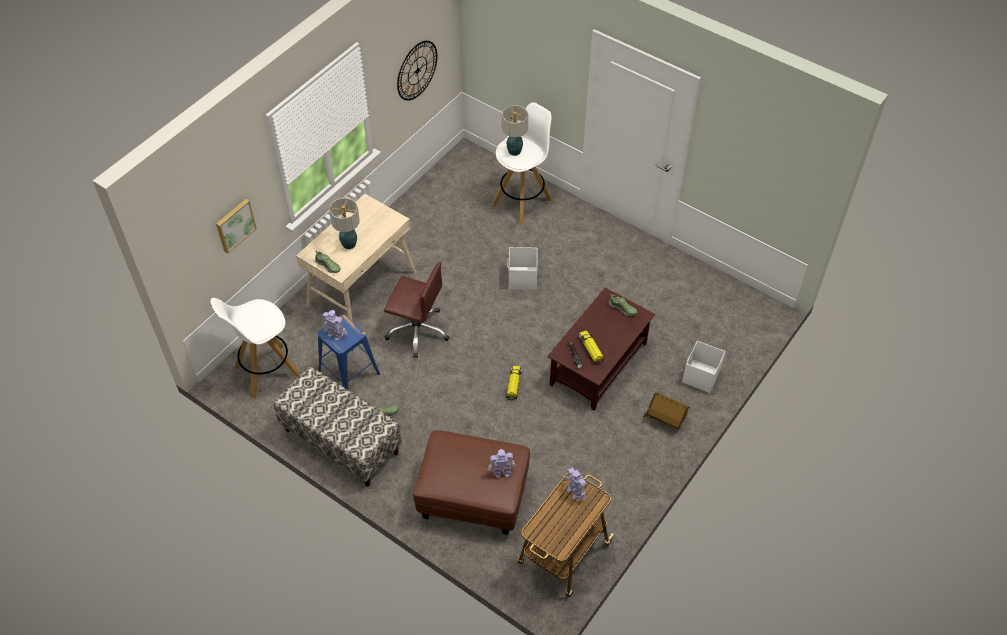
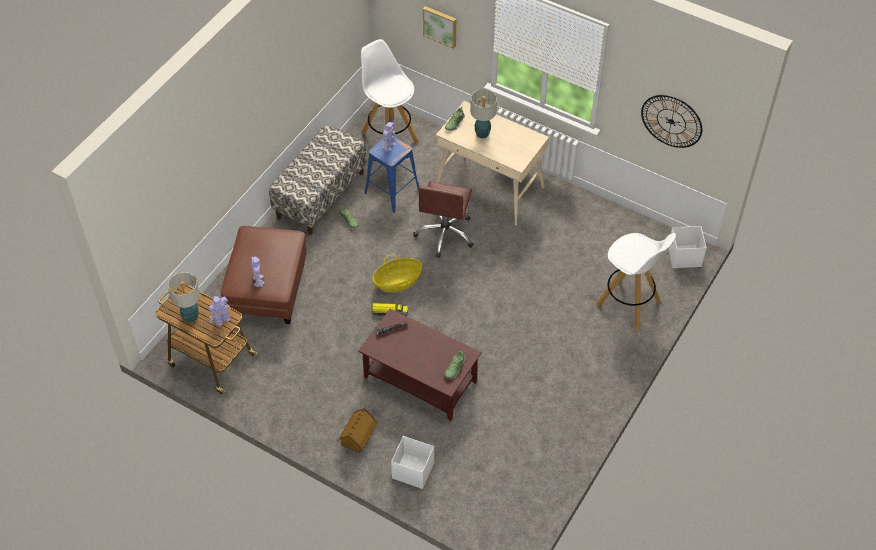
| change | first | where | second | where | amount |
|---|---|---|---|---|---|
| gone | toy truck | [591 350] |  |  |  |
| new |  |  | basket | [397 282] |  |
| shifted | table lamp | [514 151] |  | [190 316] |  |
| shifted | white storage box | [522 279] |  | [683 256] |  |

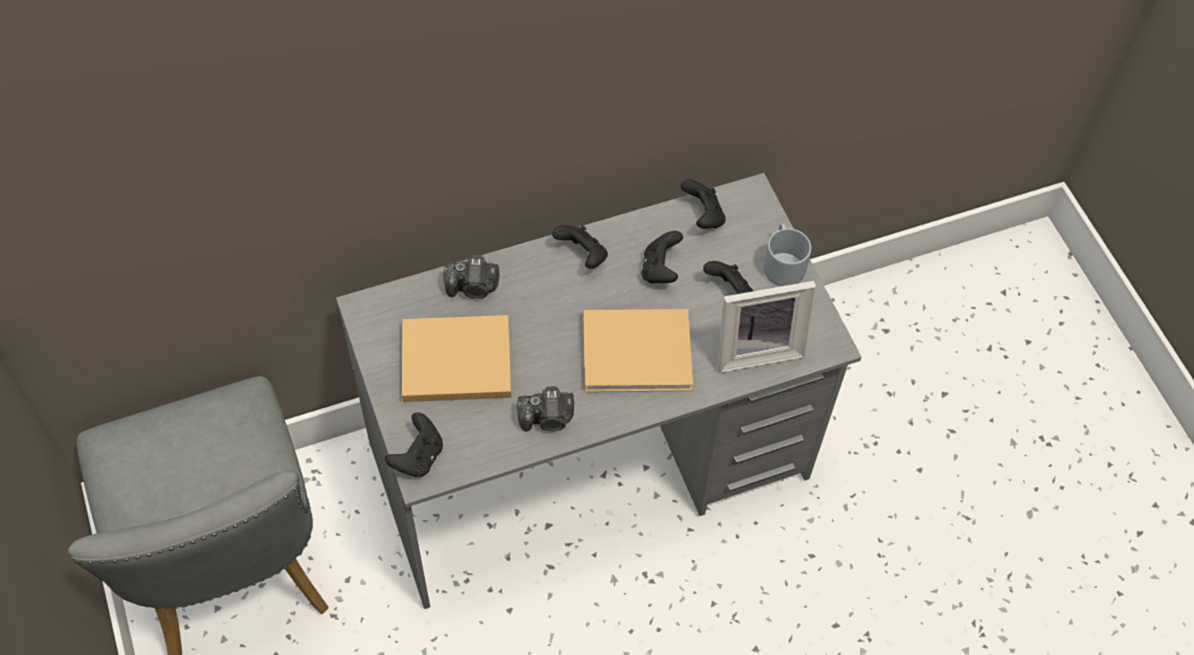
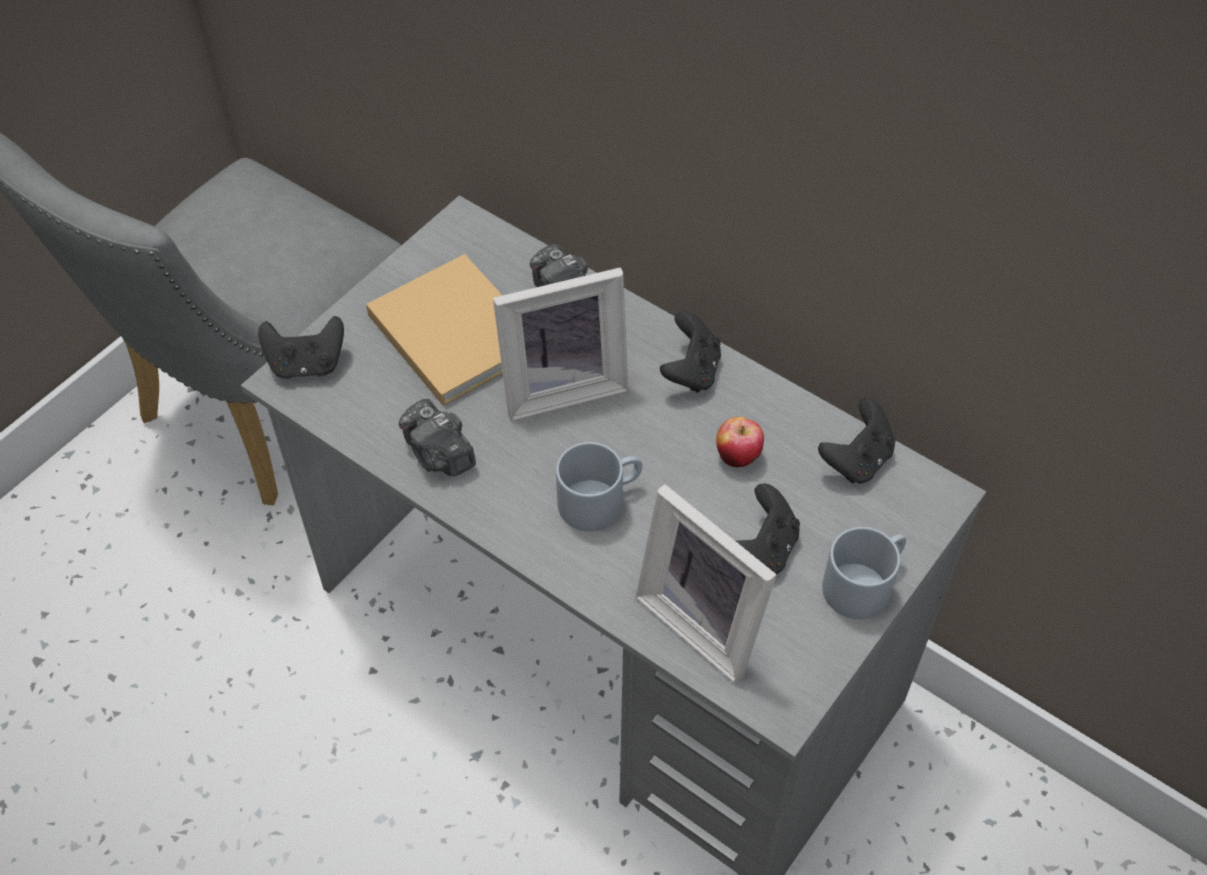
| change | first | where | second | where | amount |
|---|---|---|---|---|---|
| new |  |  | picture frame | [562 385] |  |
| swapped | beige book | [640 353] | grey mug | [600 499] |  |
| swapped | black game controller | [660 269] | apple | [738 457] |  |

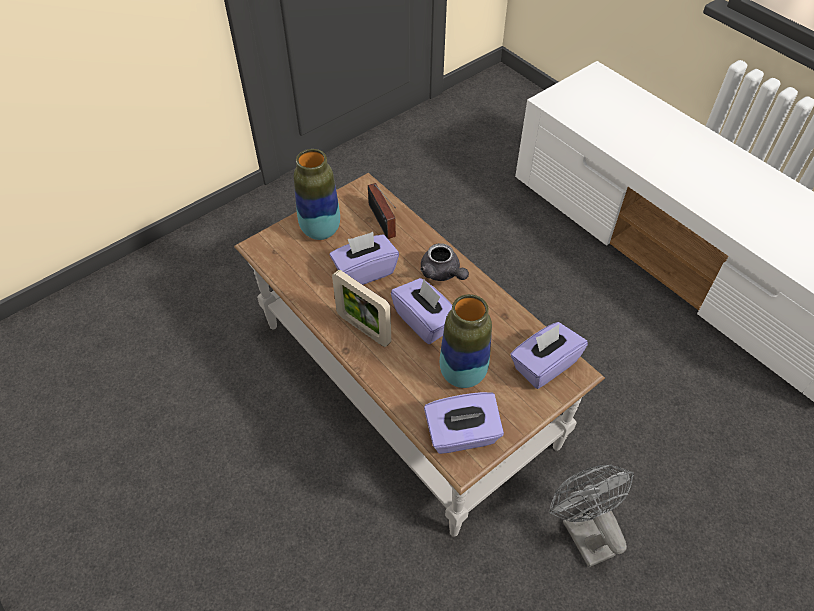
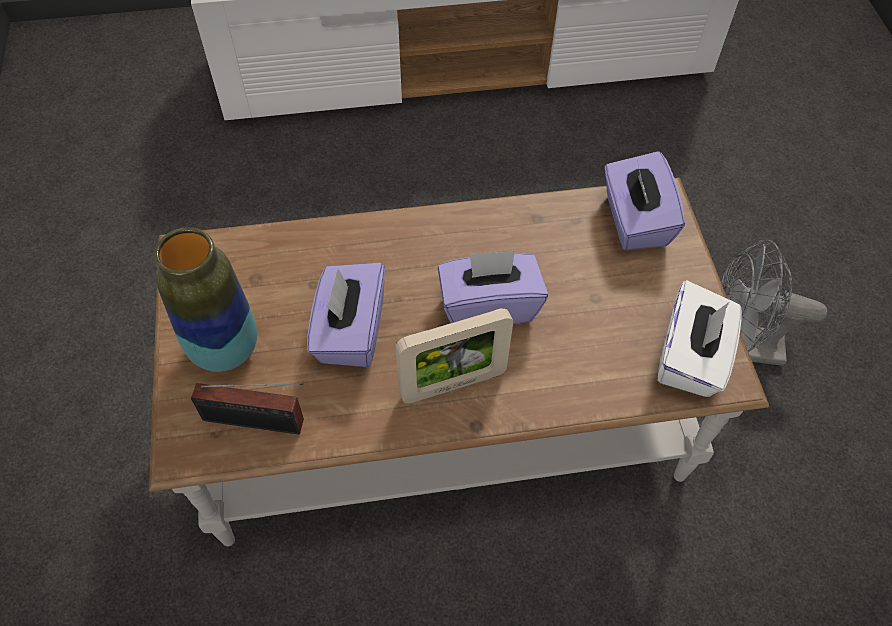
| change | first | where | second | where | amount |
|---|---|---|---|---|---|
| gone | grey teapot | [442 273] |  |  |  |
| gone | vase | [462 374] |  |  |  |
| shifted | radio | [382 222] |  | [259 422] |  |
| repainted | purple tissue box | [462 435] | white tissue box | [691 358] |  |

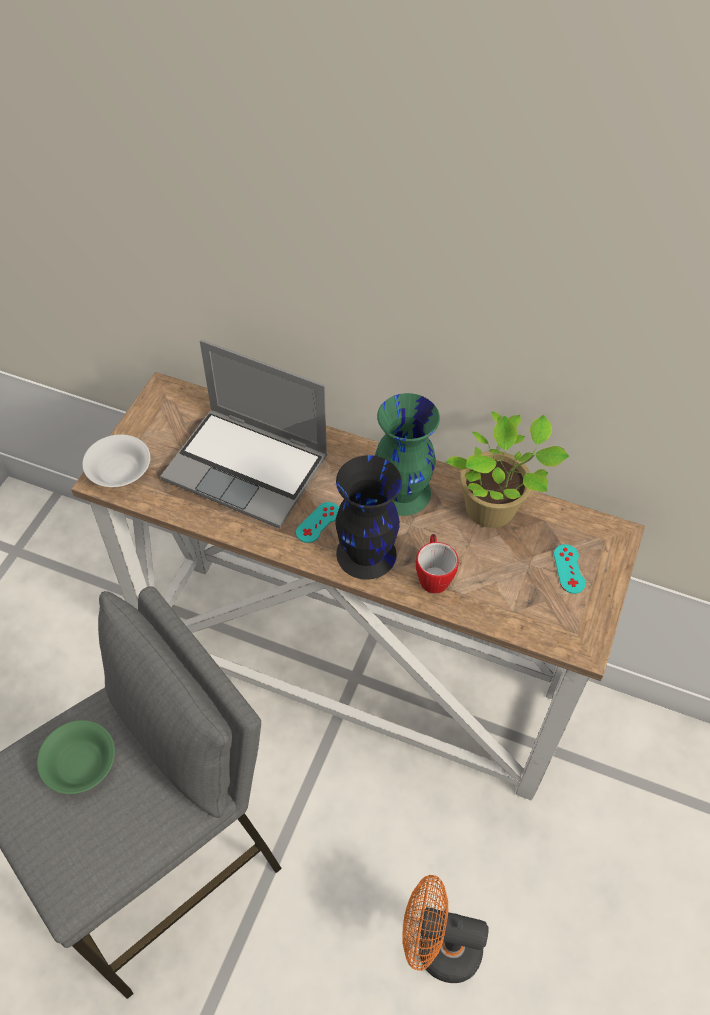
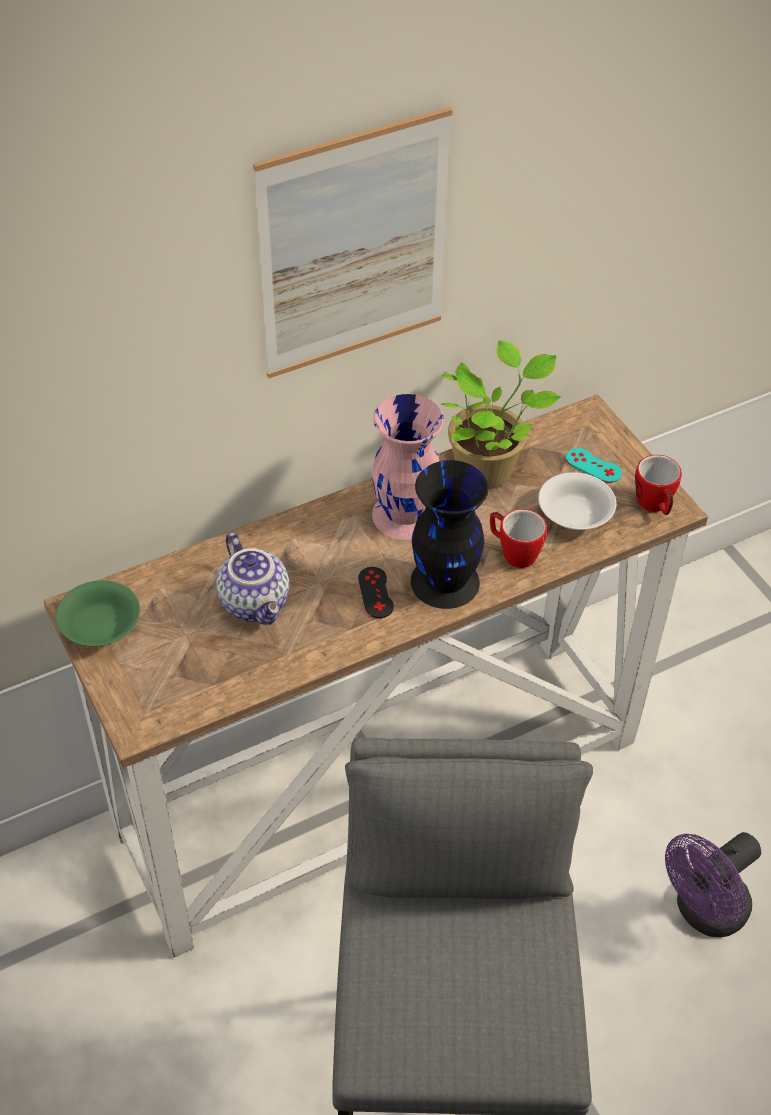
| change | first | where | second | where | amount |
|---|---|---|---|---|---|
| new |  |  | picture | [354 247] |  |
| new |  |  | mug | [655 506] |  |
| shifted | green bowl | [81 763] |  | [100 626] |  |
| shifted | white bowl | [119 471] |  | [573 515] |  |
| swapped | laptop | [249 468] | teapot | [256 603] |  |
| repainted | turquoise game controller | [318 522] | black game controller | [375 592] |  |
| repainted | green vase | [403 493] | pink vase | [406 514] |  |
| repainted | orange fan | [438 946] | purple fan | [704 912] |  |

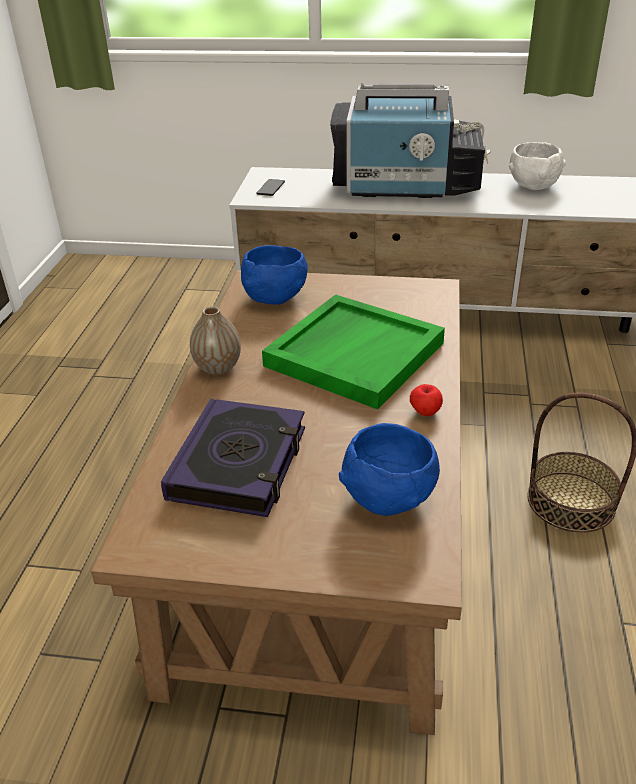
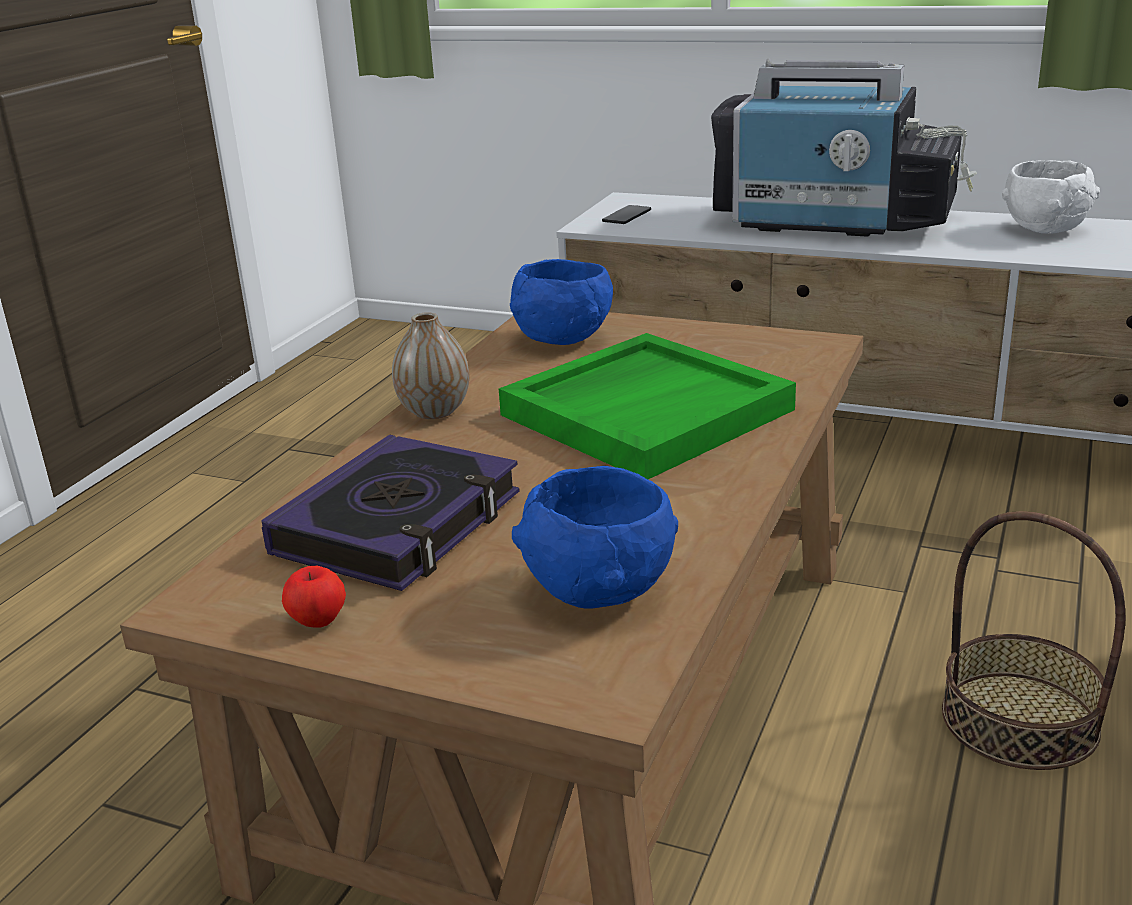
| change | first | where | second | where | amount |
|---|---|---|---|---|---|
| shifted | apple | [425 412] |  | [317 620] |  |

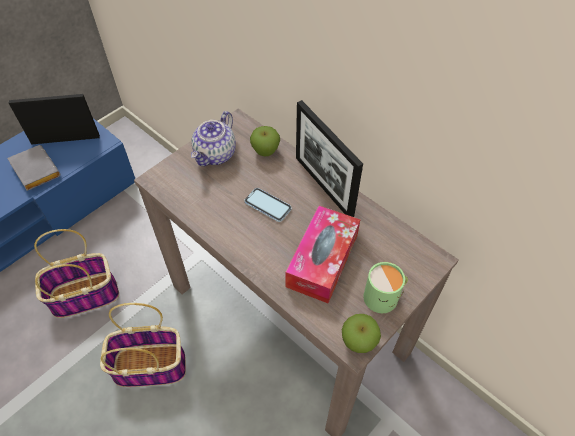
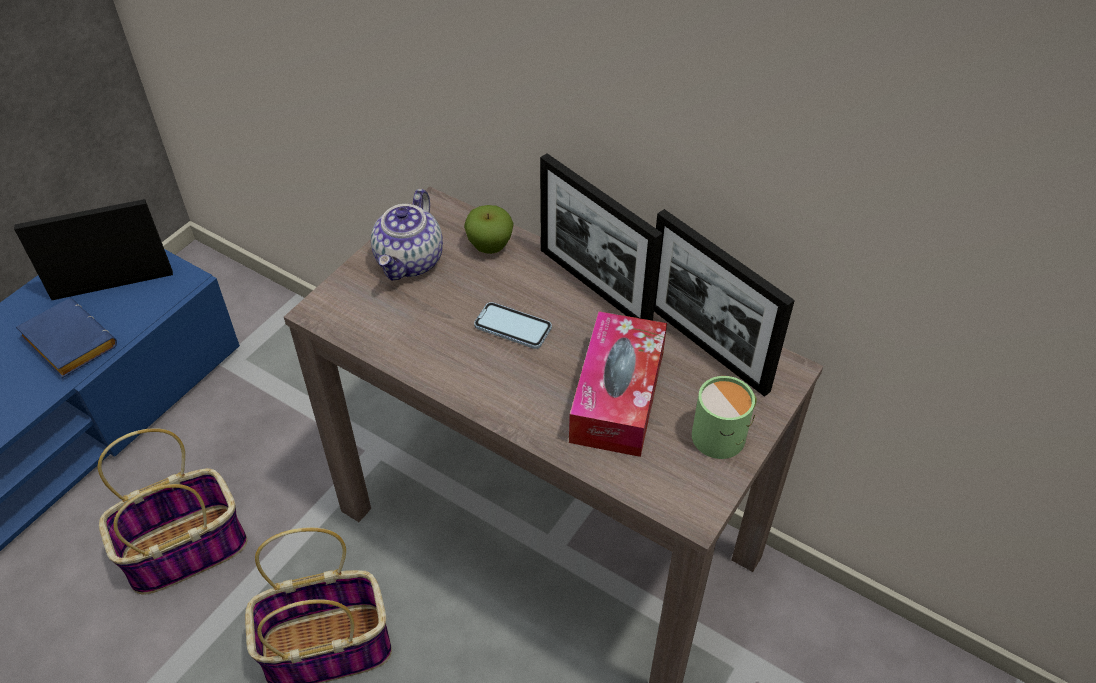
| change | first | where | second | where | amount |
|---|---|---|---|---|---|
| gone | apple | [358 342] |  |  |  |
| new |  |  | picture frame | [706 347] |  |
| repainted | grey book | [34 170] | blue book | [66 343] |  |

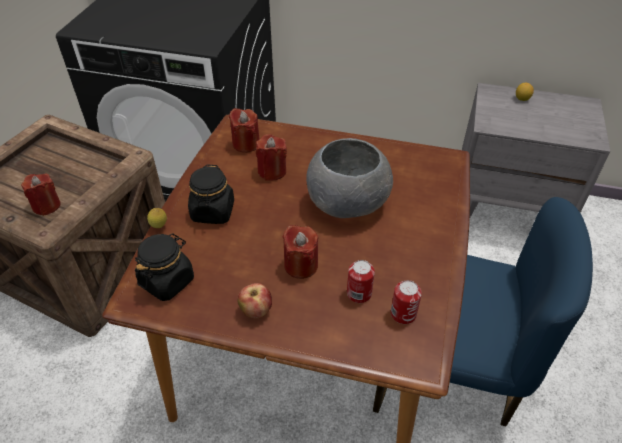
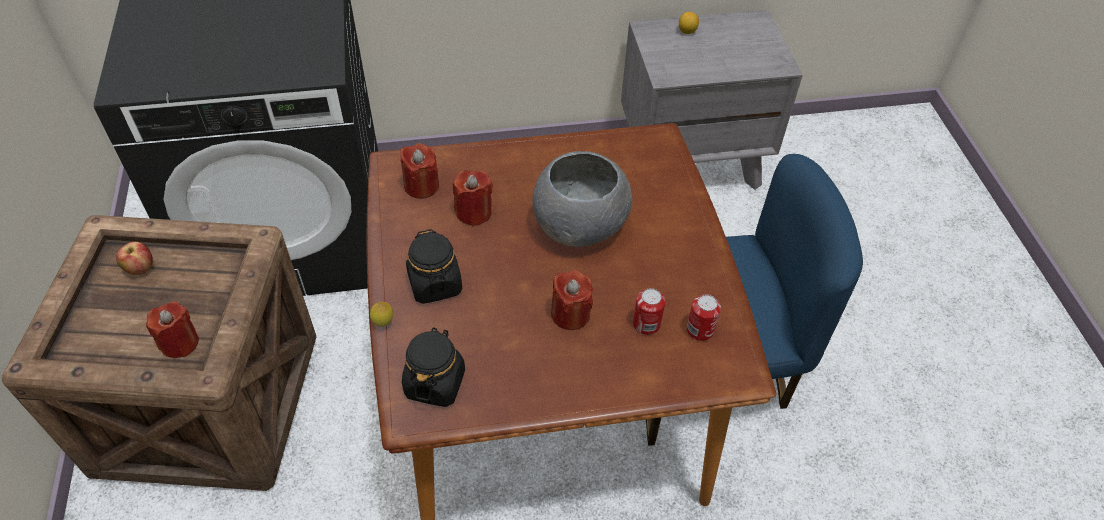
| change | first | where | second | where | amount |
|---|---|---|---|---|---|
| shifted | apple | [256 311] |  | [140 268] |  |

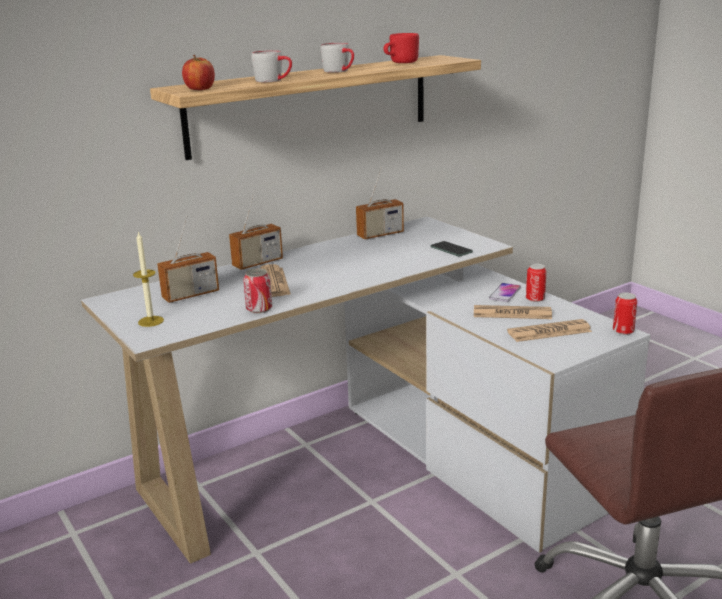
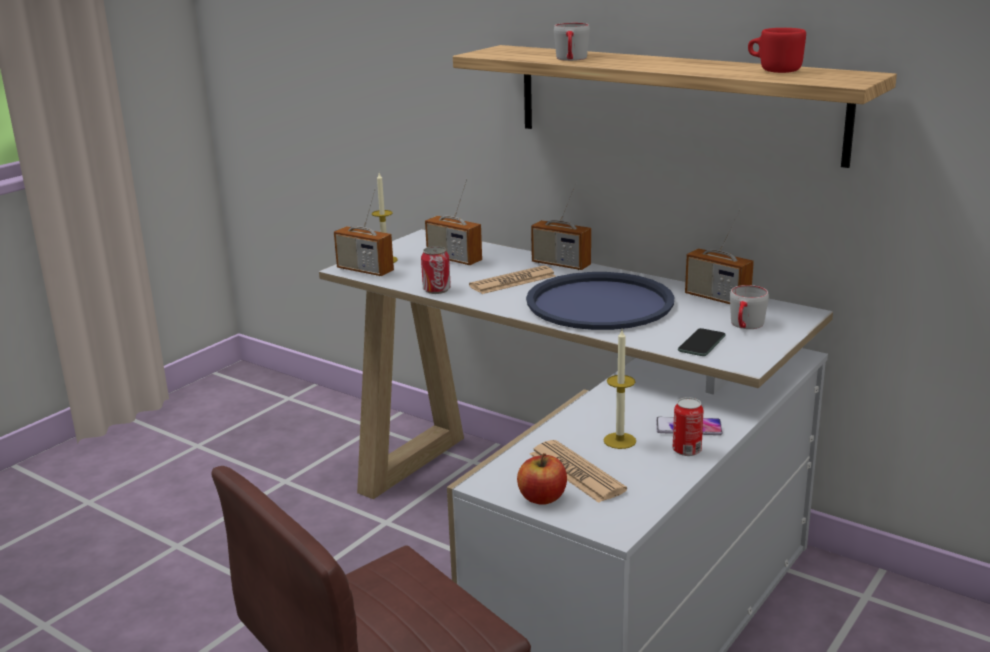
| change | first | where | second | where | amount |
|---|---|---|---|---|---|
| gone | can | [623 331] |  |  |  |
| new |  |  | radio | [365 270] |  |
| new |  |  | blue tray | [599 303] |  |
| shifted | apple | [200 89] |  | [542 498] |  |
| shifted | grey mug | [340 71] |  | [745 326] |  |
| swapped | newspaper | [512 313] | candle | [619 440] |  |

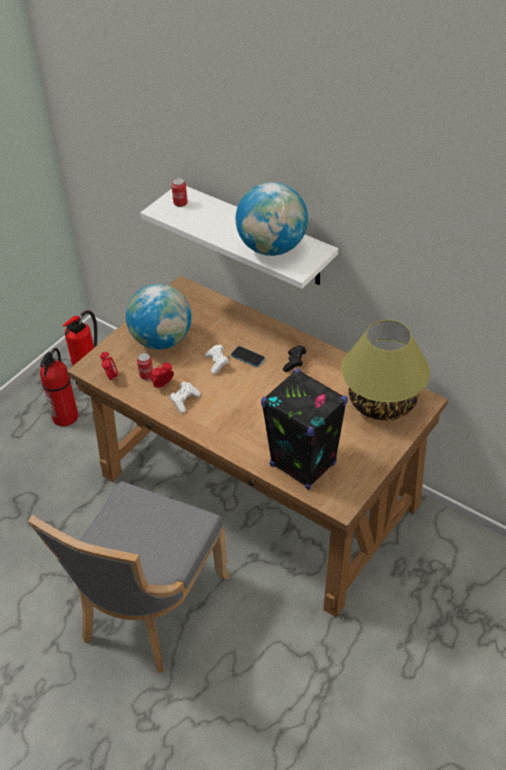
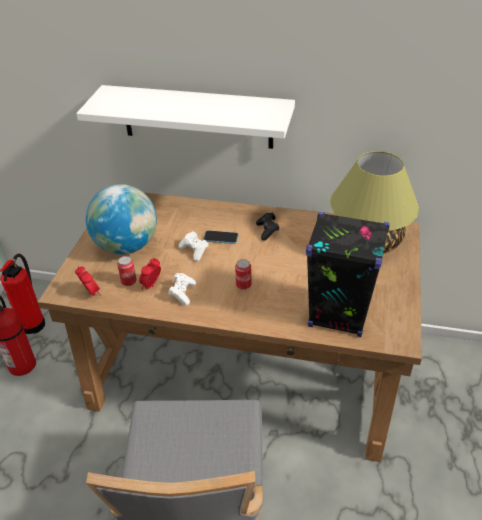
| change | first | where | second | where | amount |
|---|---|---|---|---|---|
| gone | globe | [272 248] |  |  |  |
| shifted | can | [180 203] |  | [243 285] |  |

